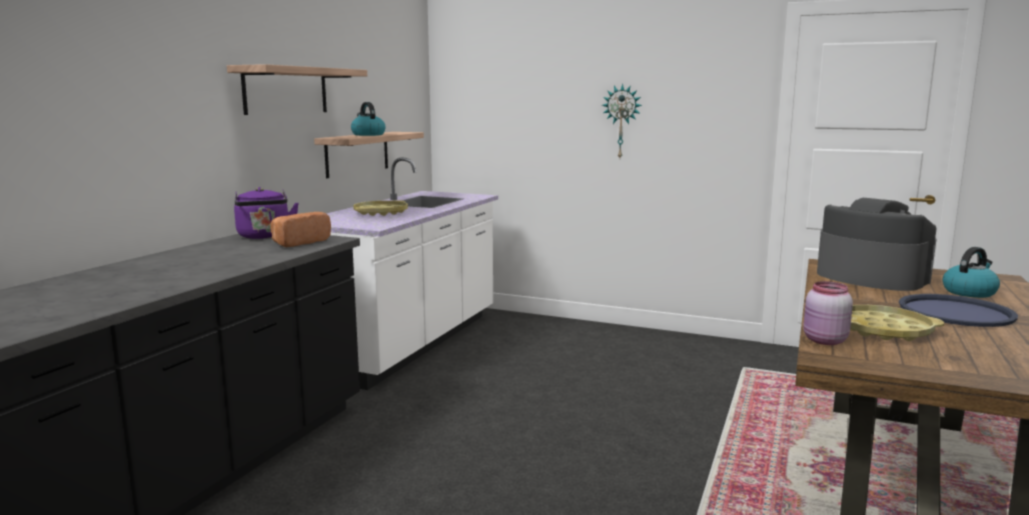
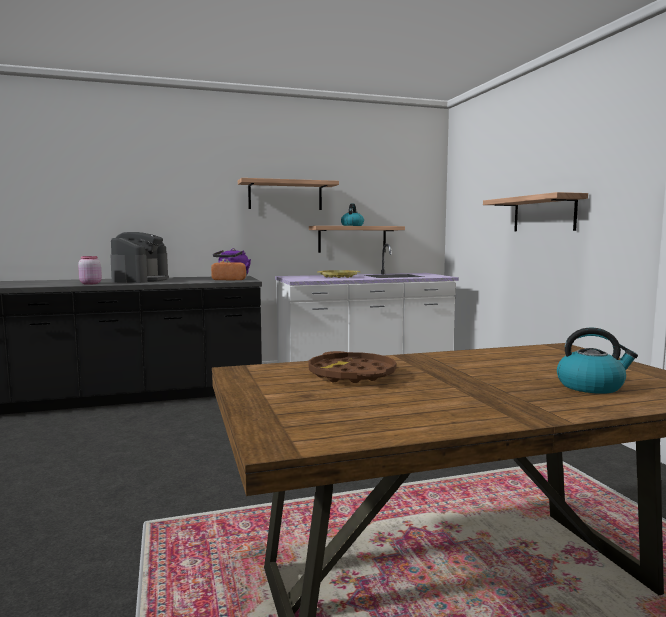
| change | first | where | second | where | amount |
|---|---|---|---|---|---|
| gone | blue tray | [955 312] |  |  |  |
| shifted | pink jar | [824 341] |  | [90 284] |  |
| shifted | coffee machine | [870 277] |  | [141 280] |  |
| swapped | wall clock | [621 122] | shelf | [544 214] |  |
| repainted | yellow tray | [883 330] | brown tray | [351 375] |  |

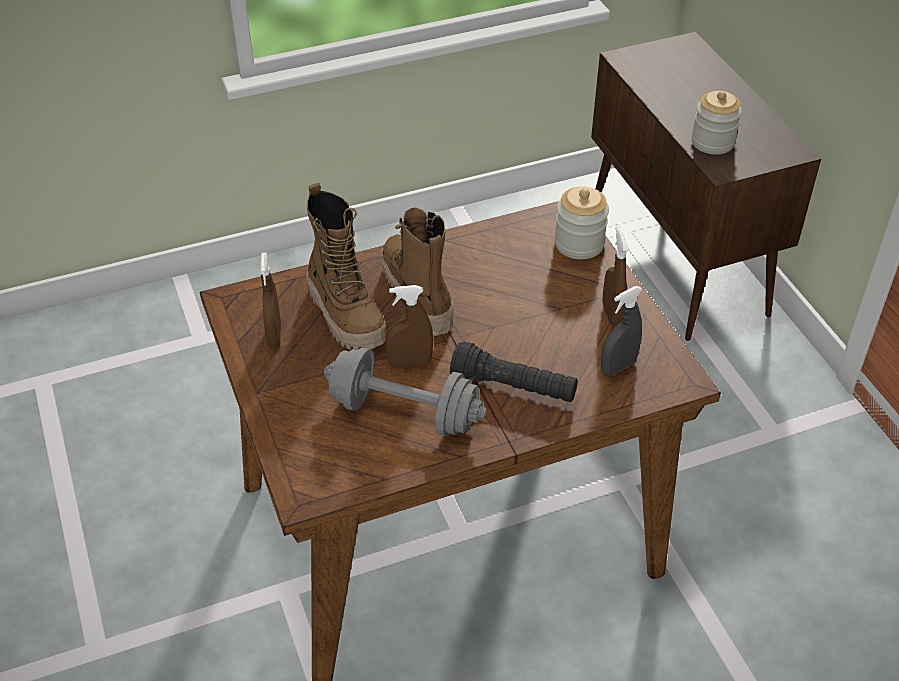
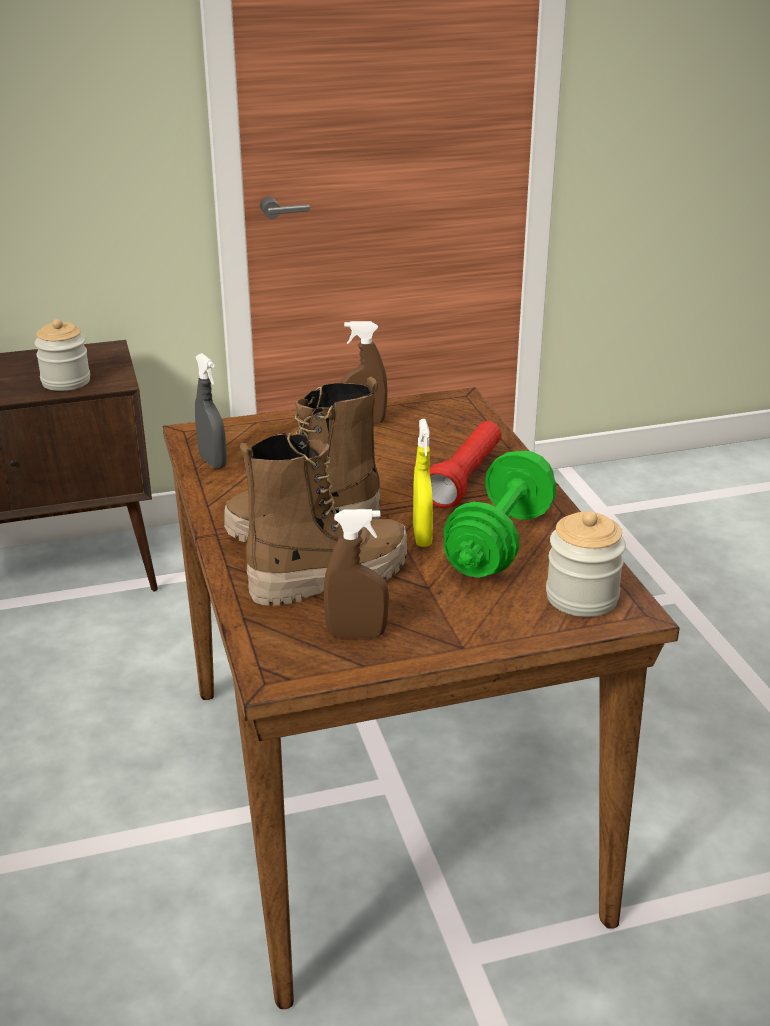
| change | first | where | second | where | amount |
|---|---|---|---|---|---|
| shifted | jar | [579 243] |  | [581 597] |  |
| shifted | grey spray bottle | [618 367] |  | [213 462] |  |
| repainted | grey dumbbell | [404 412] | green dumbbell | [499 542] |  |
| repainted | brown spray bottle | [410 363] | yellow spray bottle | [422 536] |  |
| repainted | black flashlight | [513 388] | red flashlight | [465 479] |  |

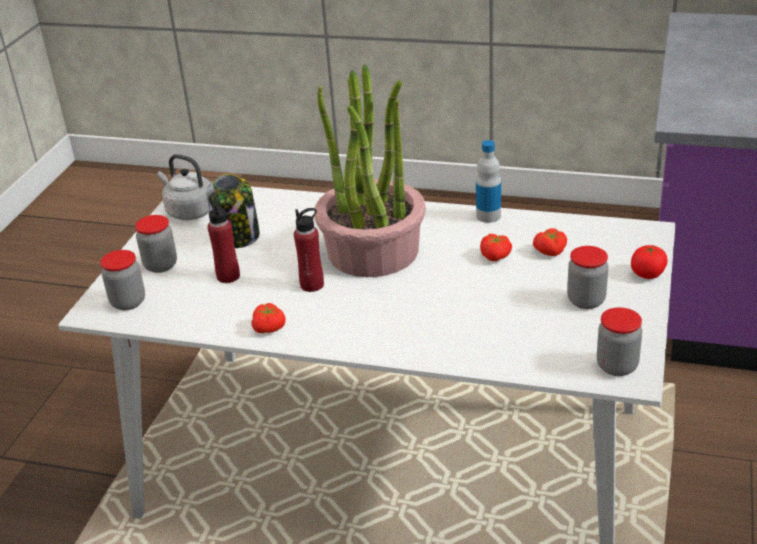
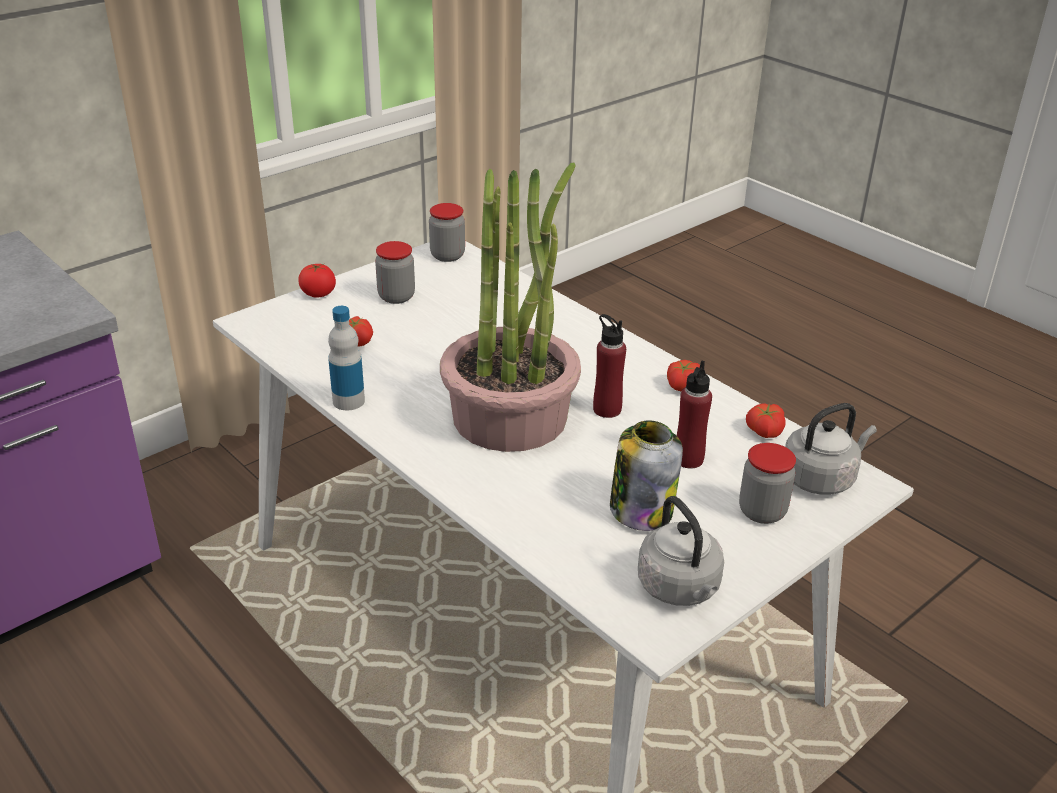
| change | first | where | second | where | amount |
|---|---|---|---|---|---|
| shifted | tomato | [496 256] |  | [763 431] |  |
| swapped | jar | [128 302] | grey kettle | [821 478] |  |

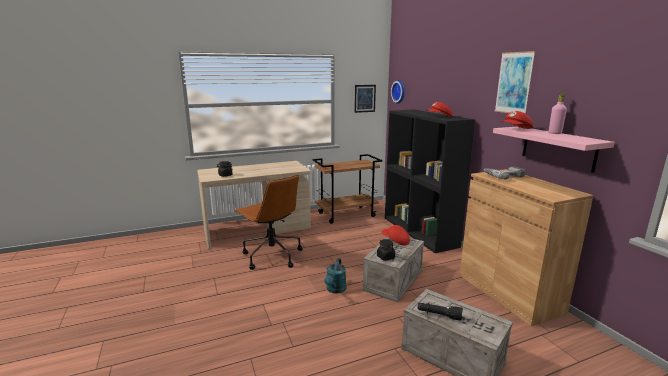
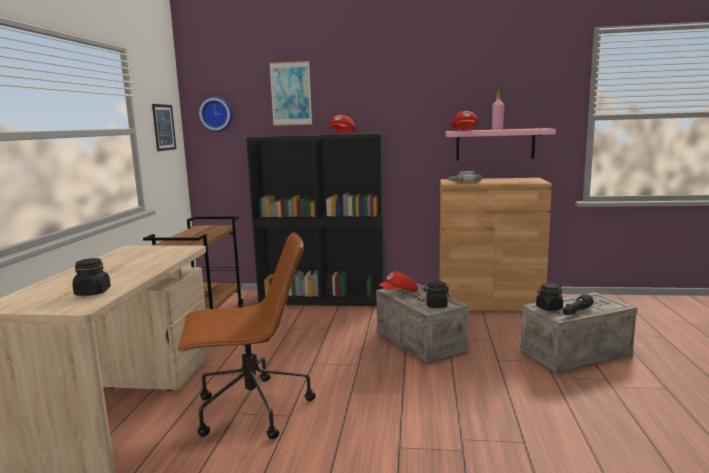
| change | first | where | second | where | amount |
|---|---|---|---|---|---|
| gone | turquoise watering can | [335 290] |  |  |  |
| new |  |  | black jar | [549 308] |  |
| shifted | picture | [514 83] |  | [291 94] |  |

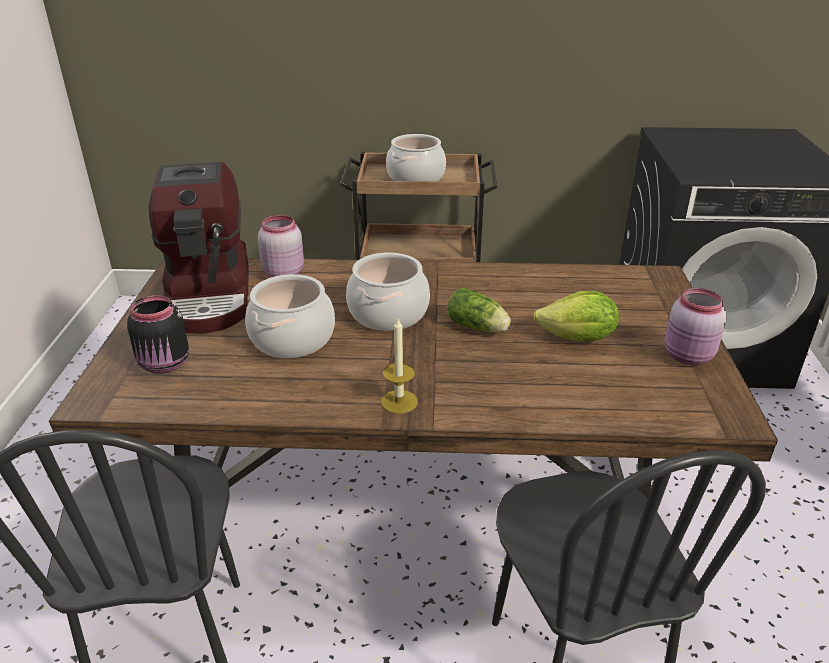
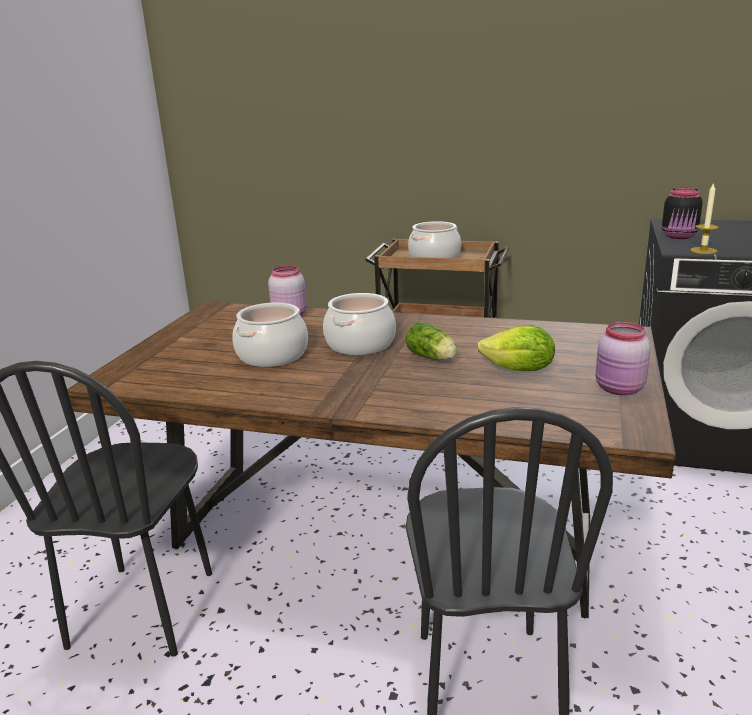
| change | first | where | second | where | amount |
|---|---|---|---|---|---|
| gone | coffee machine | [210 296] |  |  |  |
| shifted | black jar | [165 364] |  | [679 237] |  |
| shifted | candle | [399 402] |  | [703 250] |  |

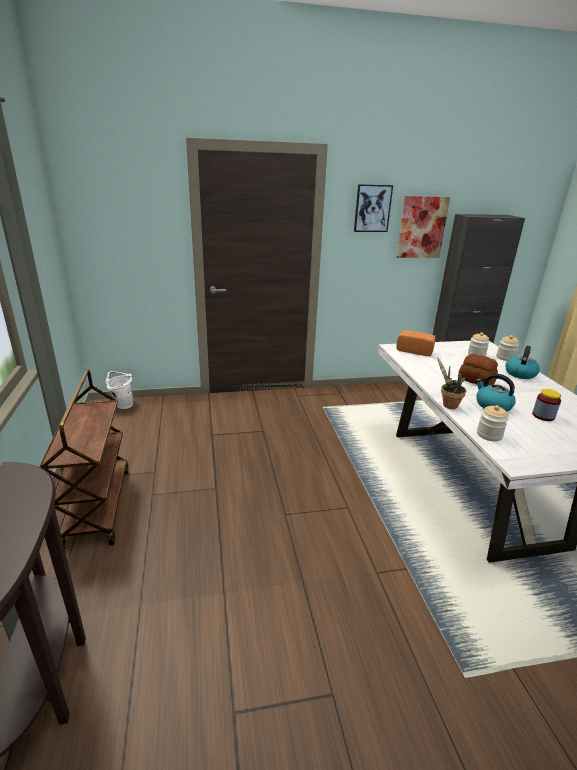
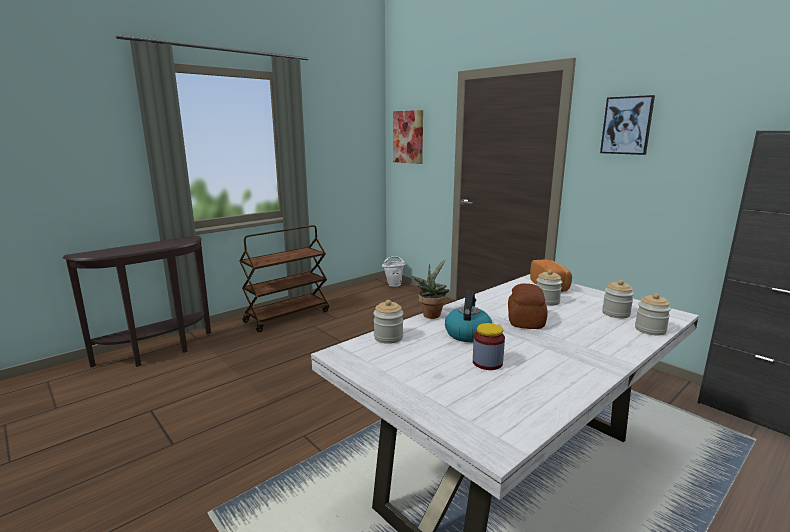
| change | first | where | second | where | amount |
|---|---|---|---|---|---|
| gone | kettle | [520 373] |  |  |  |
| new |  |  | jar | [547 301] |  |
| shifted | picture | [421 227] |  | [408 137] |  |

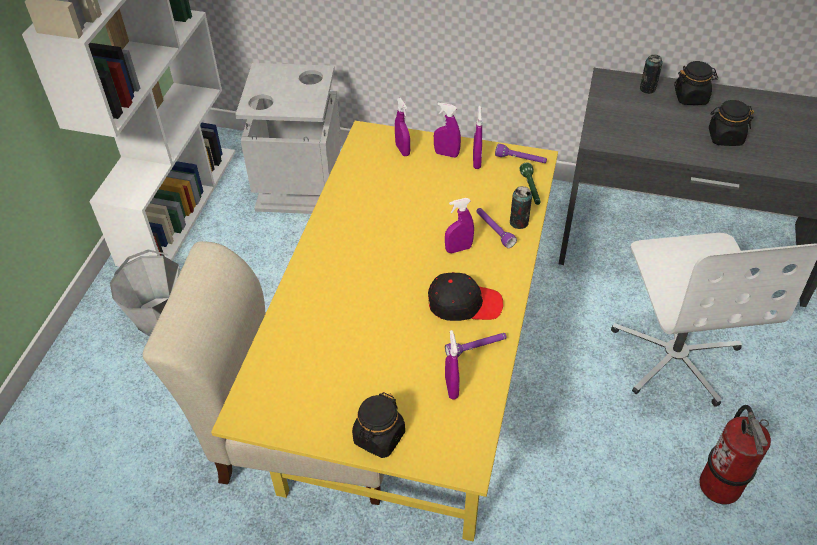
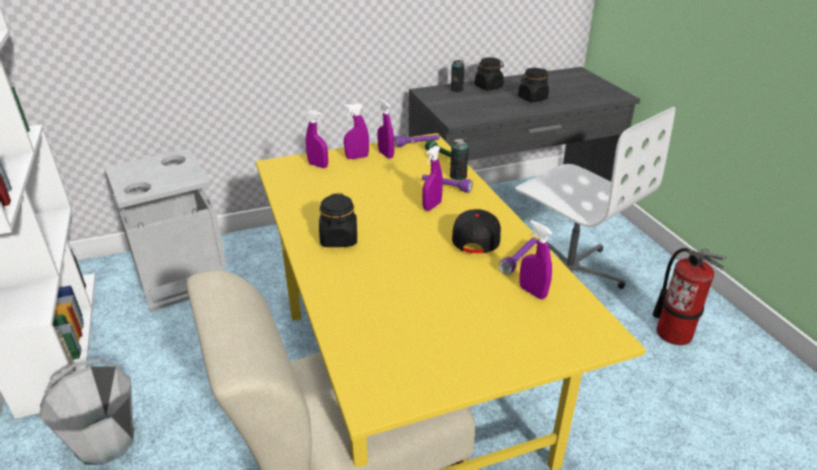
| change | first | where | second | where | amount |
|---|---|---|---|---|---|
| shifted | black jar | [379 437] |  | [339 239] |  |
| rotated | black cap | [464 303] |  | [476 236] | 45 degrees counterclockwise |

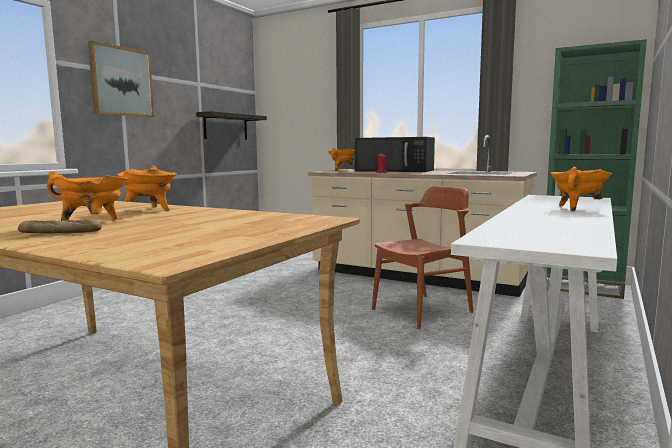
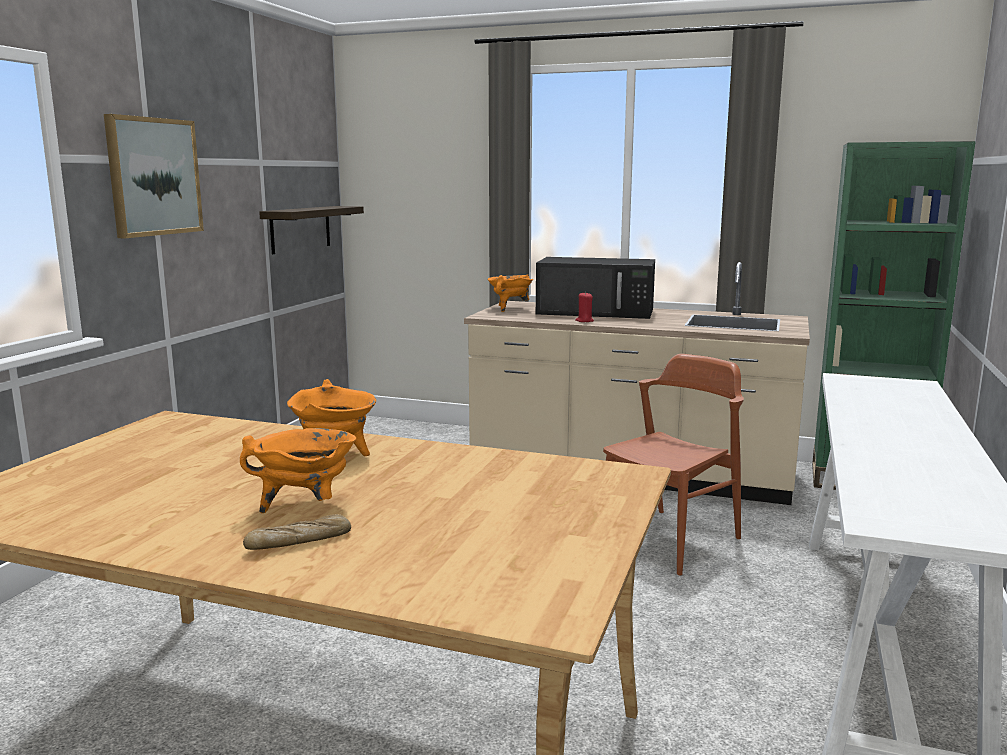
| change | first | where | second | where | amount |
|---|---|---|---|---|---|
| gone | orange cooking pot | [576 208] |  |  |  |

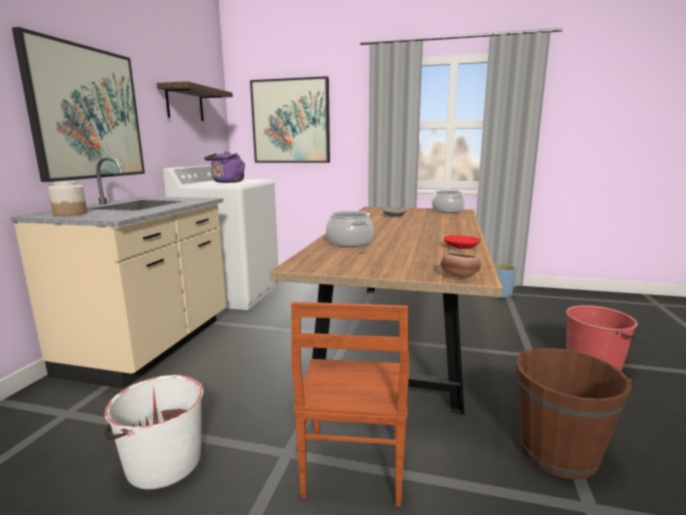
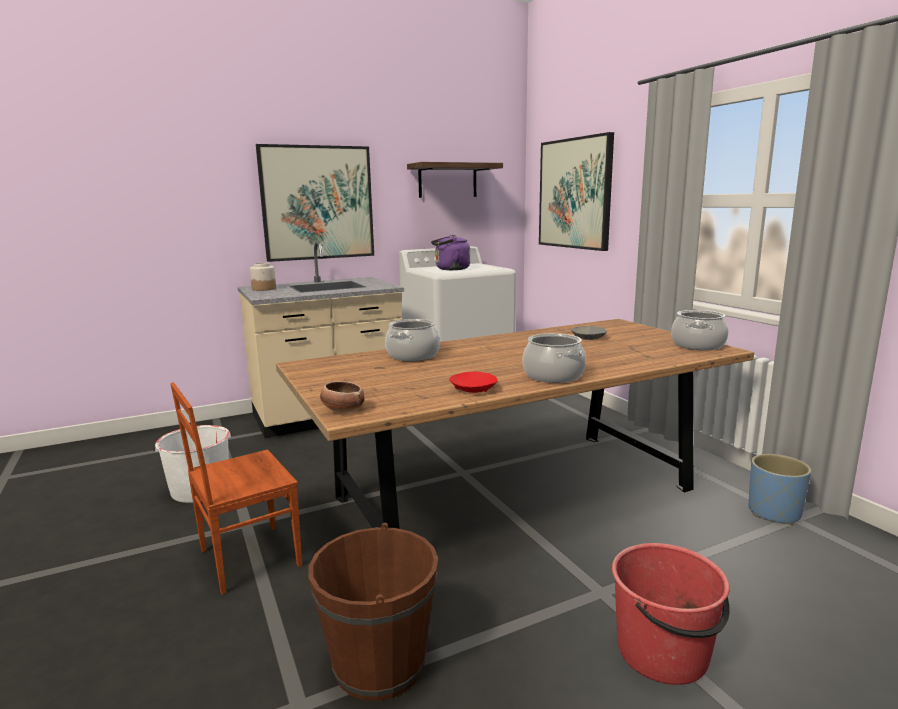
| change | first | where | second | where | amount |
|---|---|---|---|---|---|
| new |  |  | cooking pot | [553 376] |  |

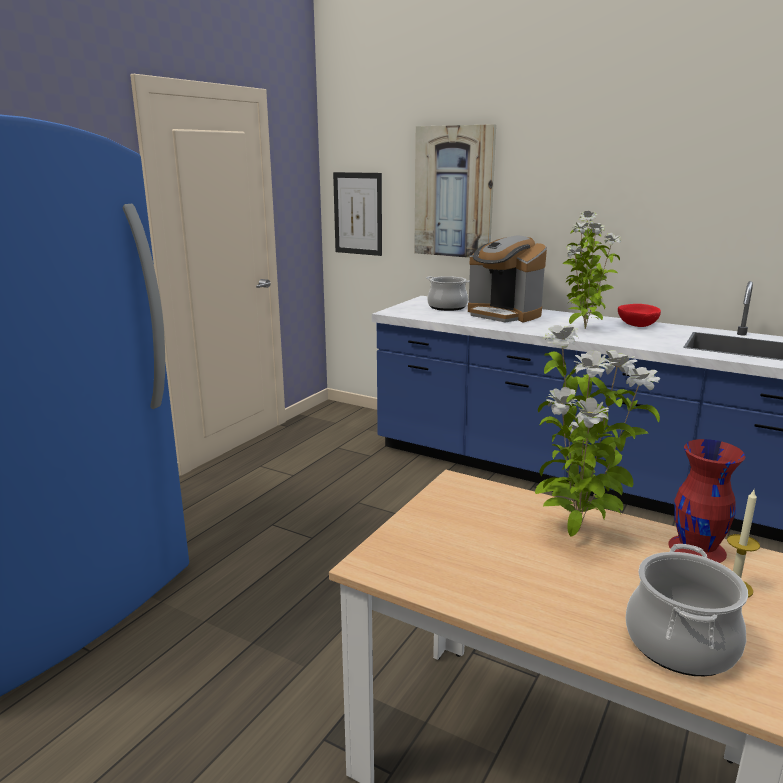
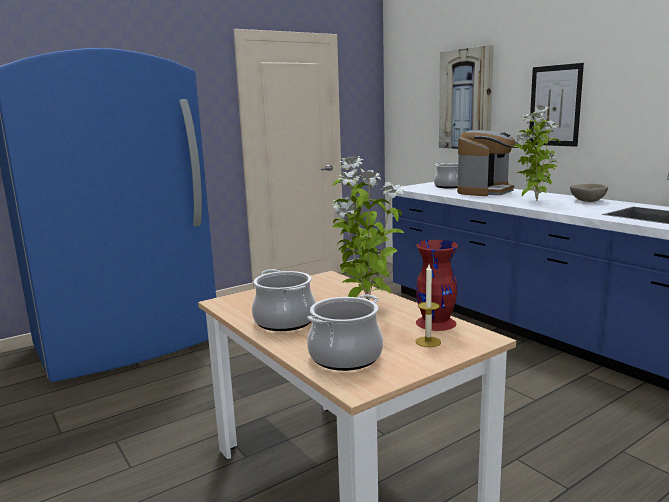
| change | first | where | second | where | amount |
|---|---|---|---|---|---|
| new |  |  | cooking pot | [285 321] |  |
| shifted | picture | [358 213] |  | [555 106] |  |
| repainted | red bowl | [636 325] | beige bowl | [587 201] |  |
| rotated | coffee machine | [504 314] |  | [485 191] | 120 degrees counterclockwise |

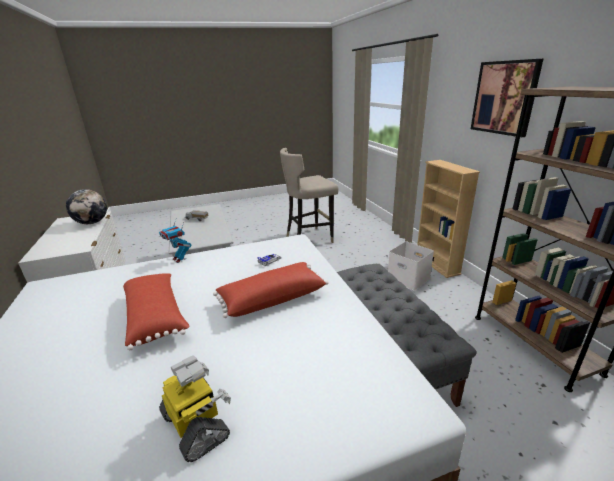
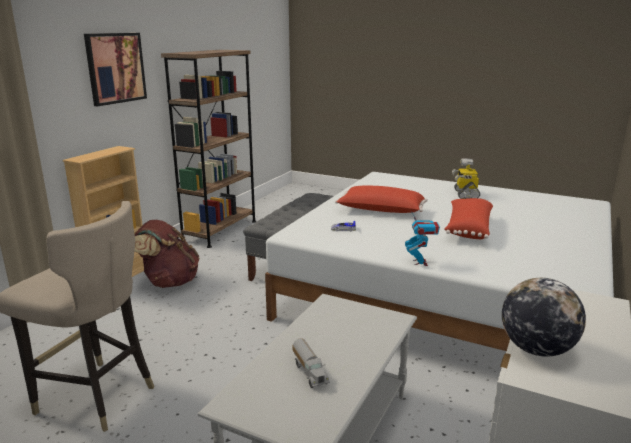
| change | first | where | second | where | amount |
|---|---|---|---|---|---|
| swapped | white storage box | [409 278] | brown backpack | [169 282] |  |

